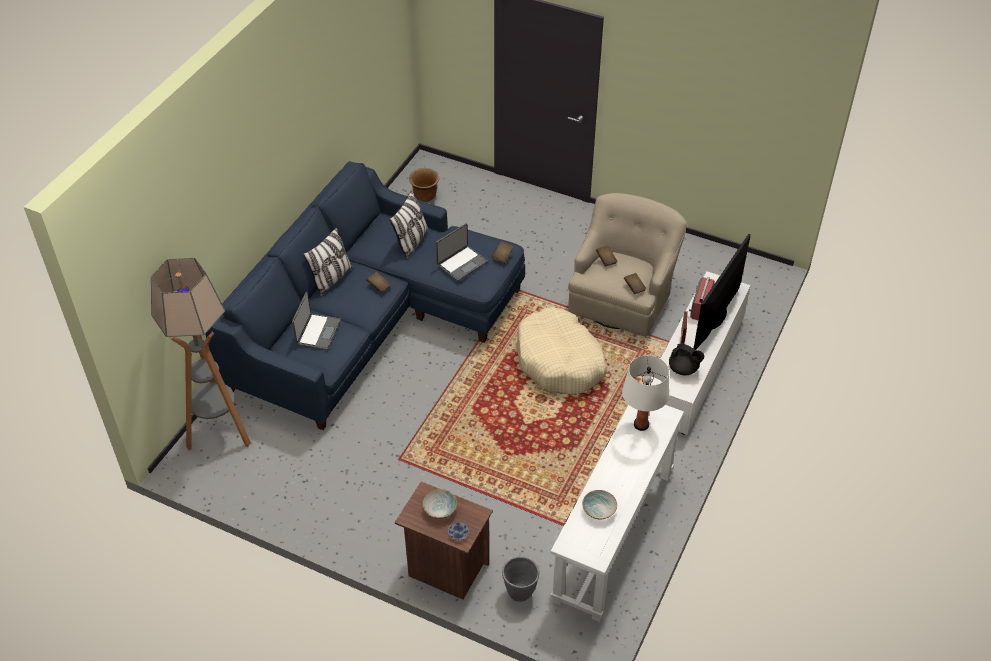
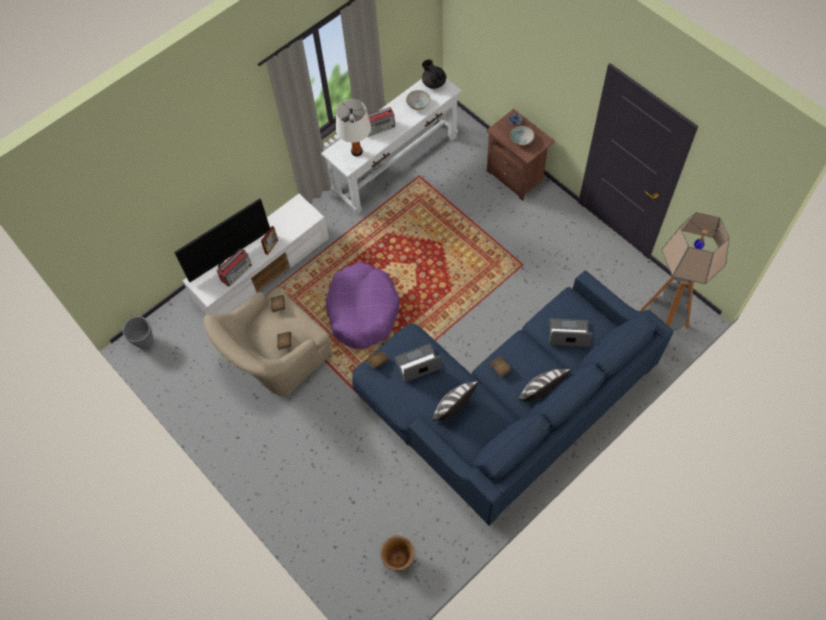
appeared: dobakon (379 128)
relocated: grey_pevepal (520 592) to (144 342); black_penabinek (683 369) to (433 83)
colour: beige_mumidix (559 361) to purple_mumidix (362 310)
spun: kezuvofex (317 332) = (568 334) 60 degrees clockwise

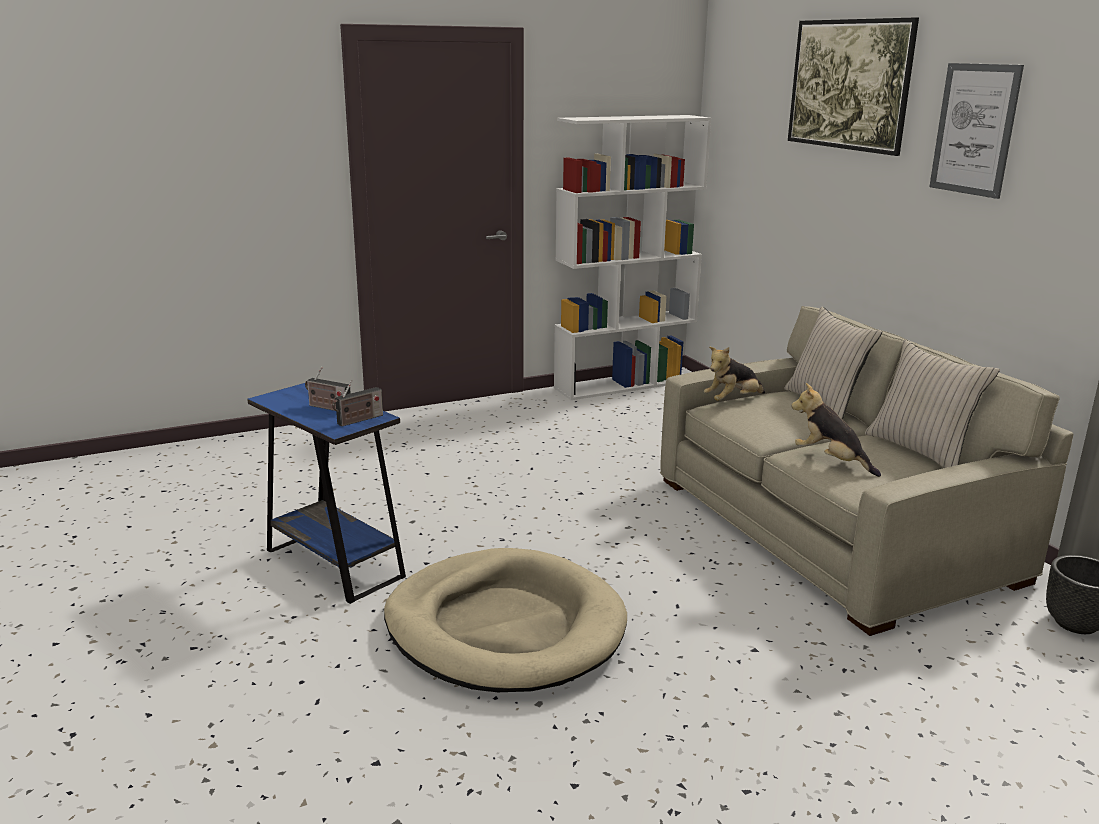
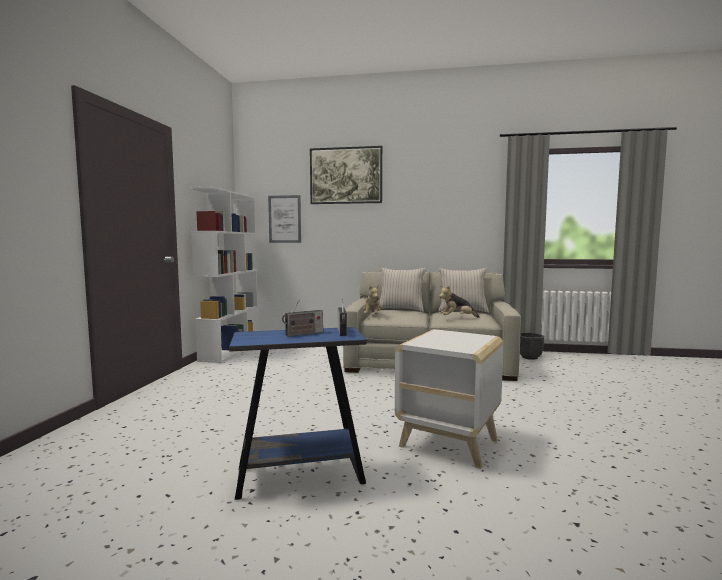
relocated: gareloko (974 129) to (284 219)
exchanged: beige_mumidix (504 627) to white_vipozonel (447 443)

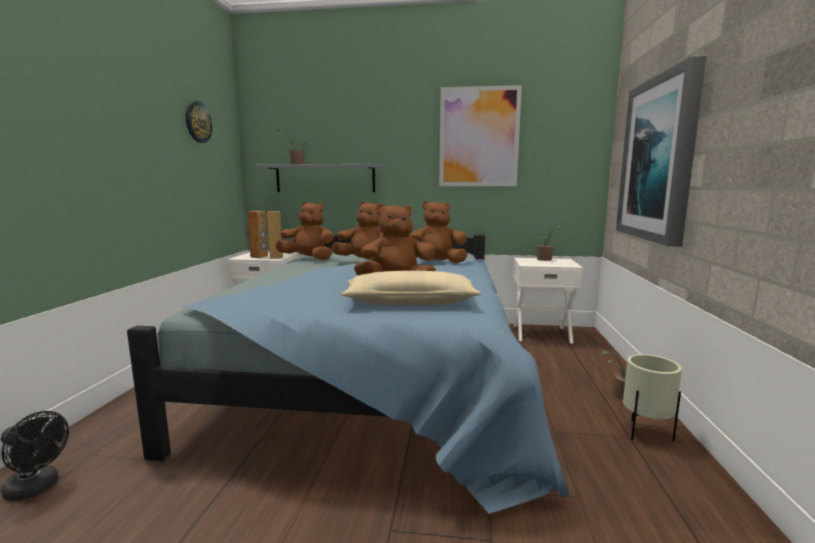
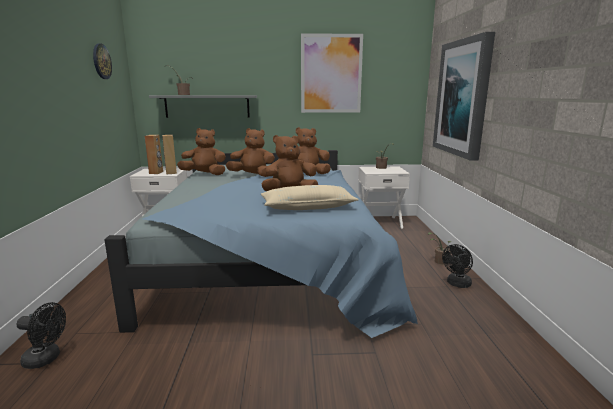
exchanged: beige_pevepal (645 434) to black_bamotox (457 284)

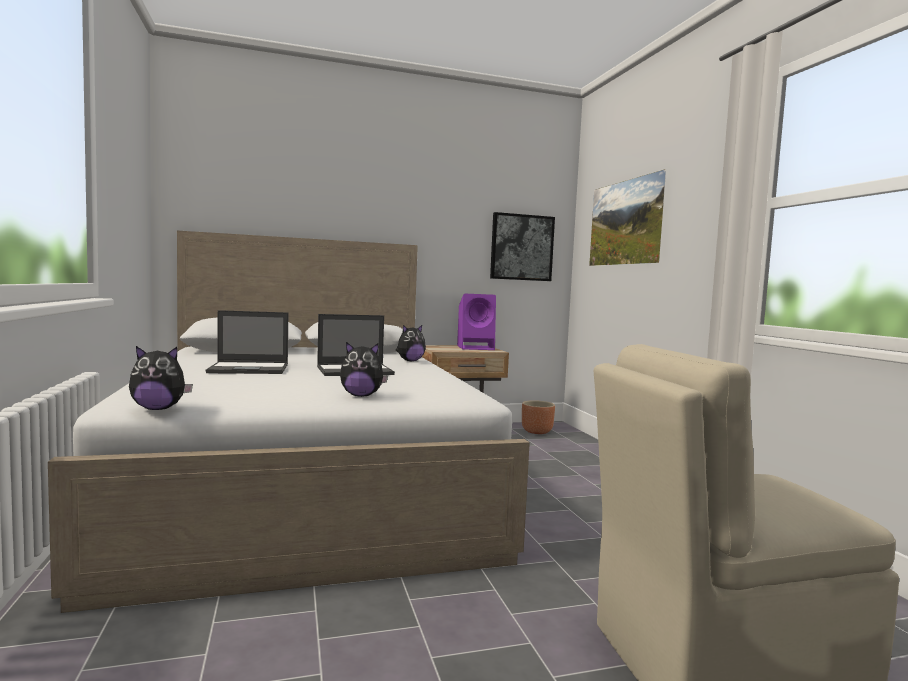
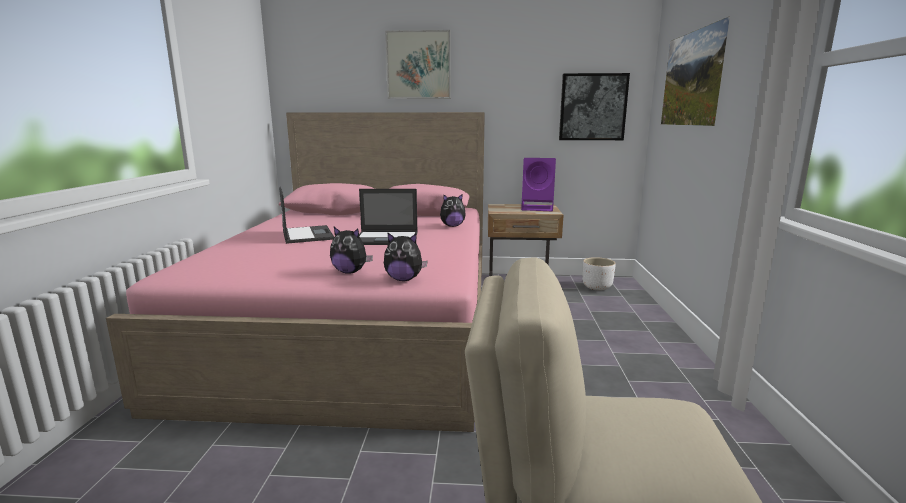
appeared: gareloko (418 65)
relocated: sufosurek (158 409) to (404 279)
colour: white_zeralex (306 481) to pink_zeralex (361 324); brown_pevepal (537 432) to white_pevepal (597 287)
spun: kezuvofex (250 369) = (307 235) 120 degrees counterclockwise

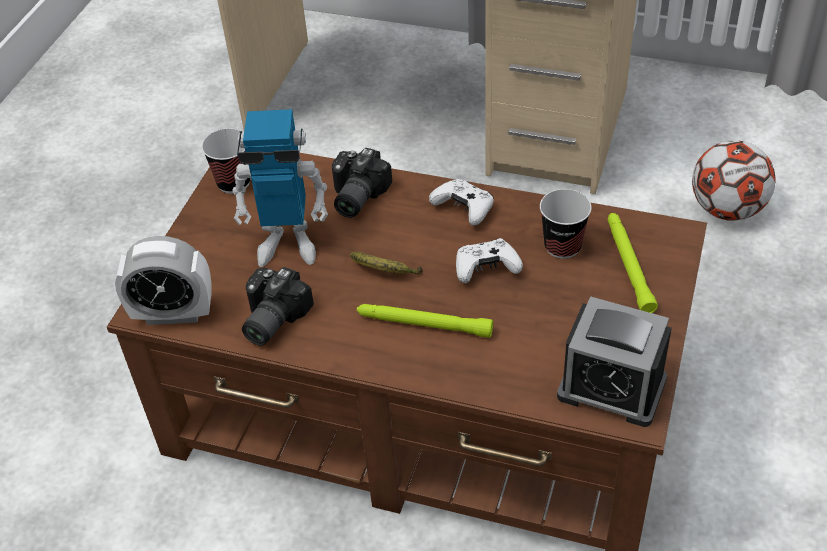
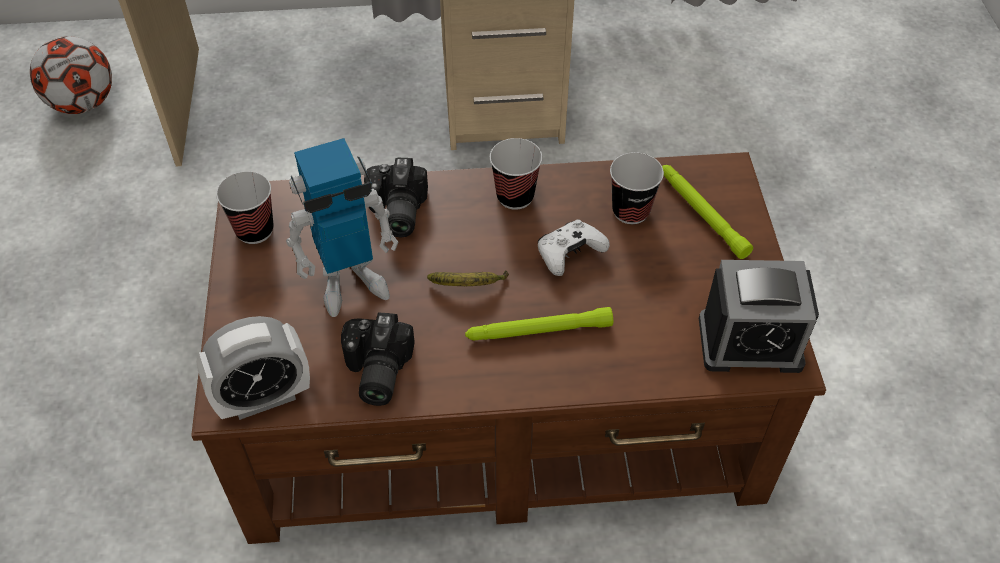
relocated: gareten (727 209) to (83 104)
exchanged: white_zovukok (464 208) to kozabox (515 196)

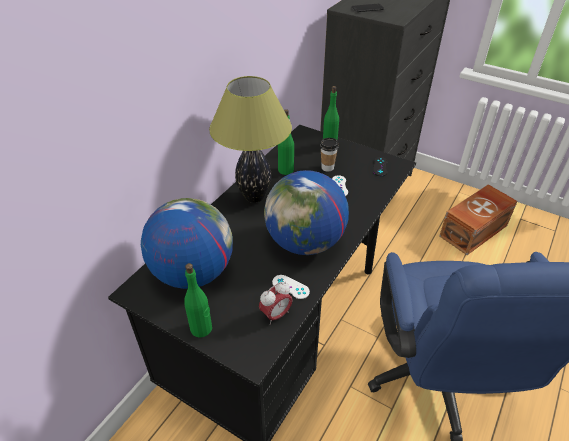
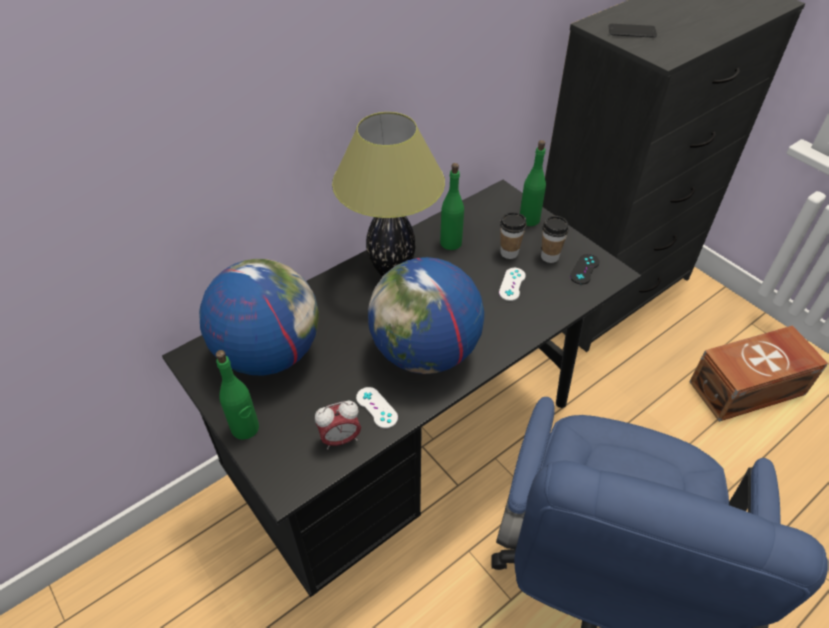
appeared: kozabox (549 256)

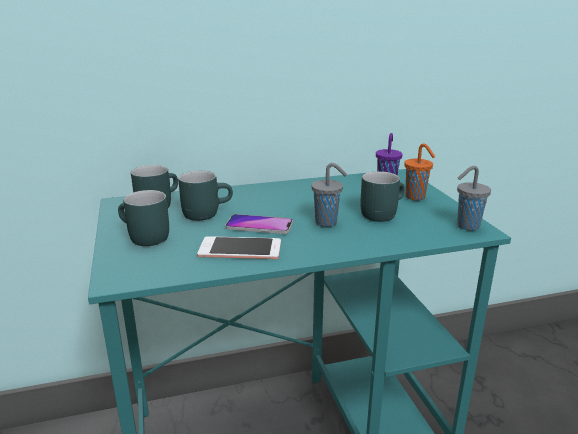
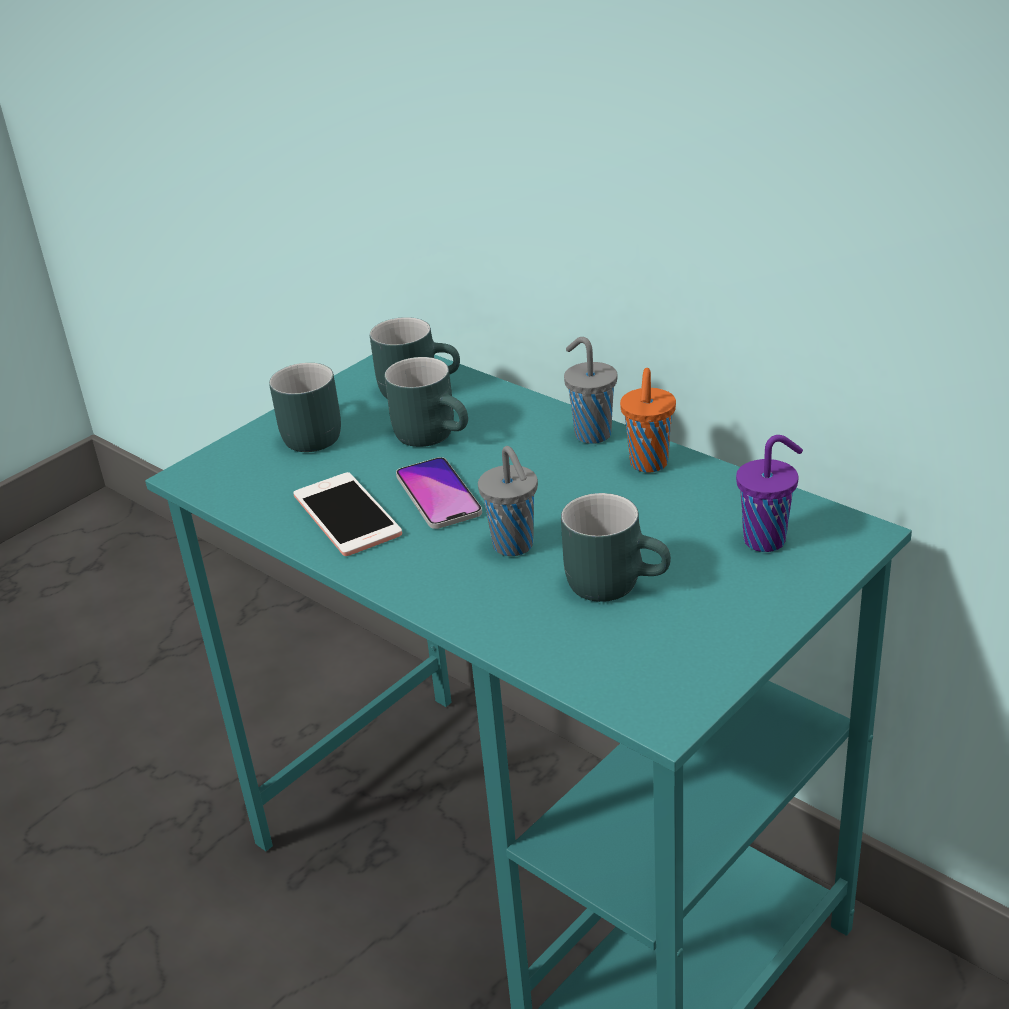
relocated: orange_kozabox (416 197) to (648 464); grey_kozabox (466 226) to (591 434)

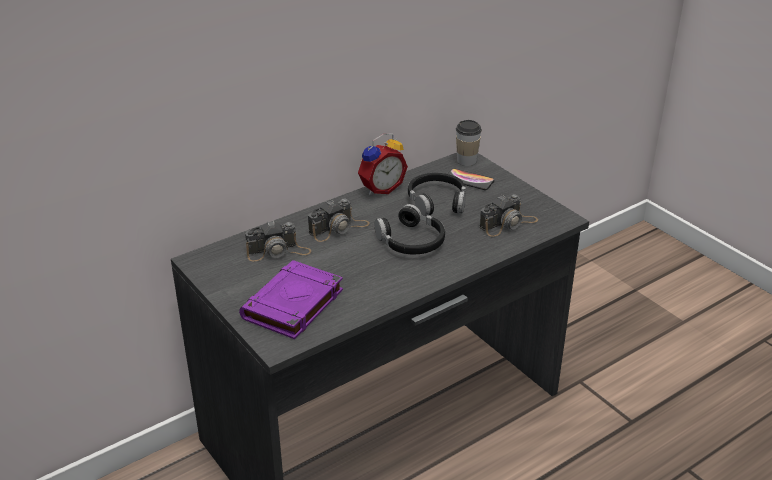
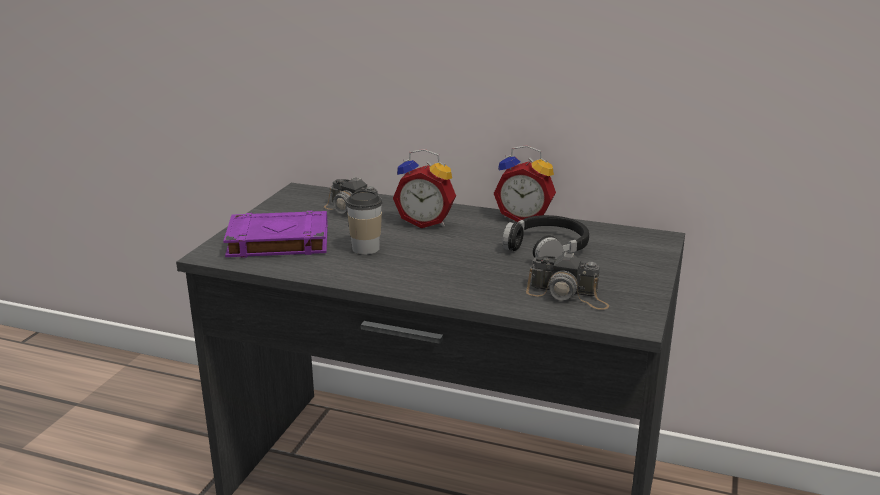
missing: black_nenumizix (411 241); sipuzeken (469 180)
relocated: kozabox (466 161) to (365 249)
exchanged: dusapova (339 228) to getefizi (426 222)

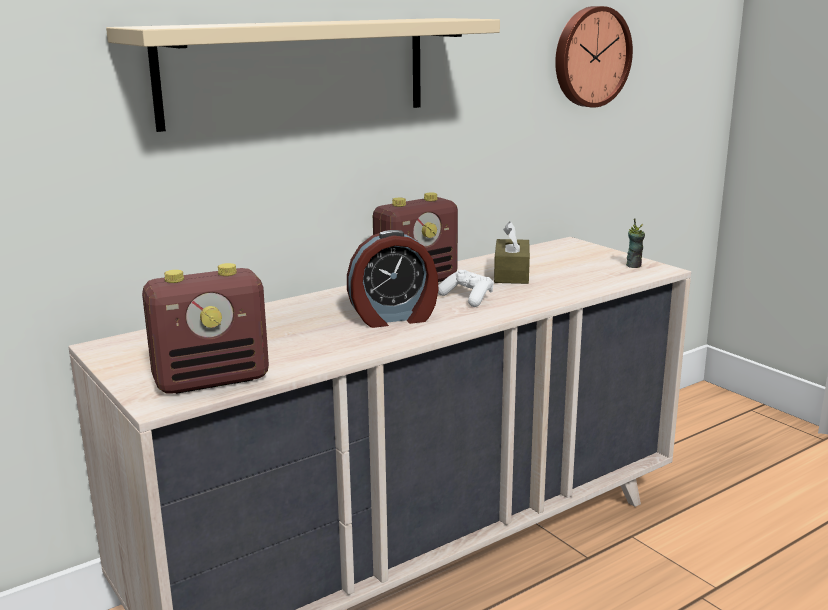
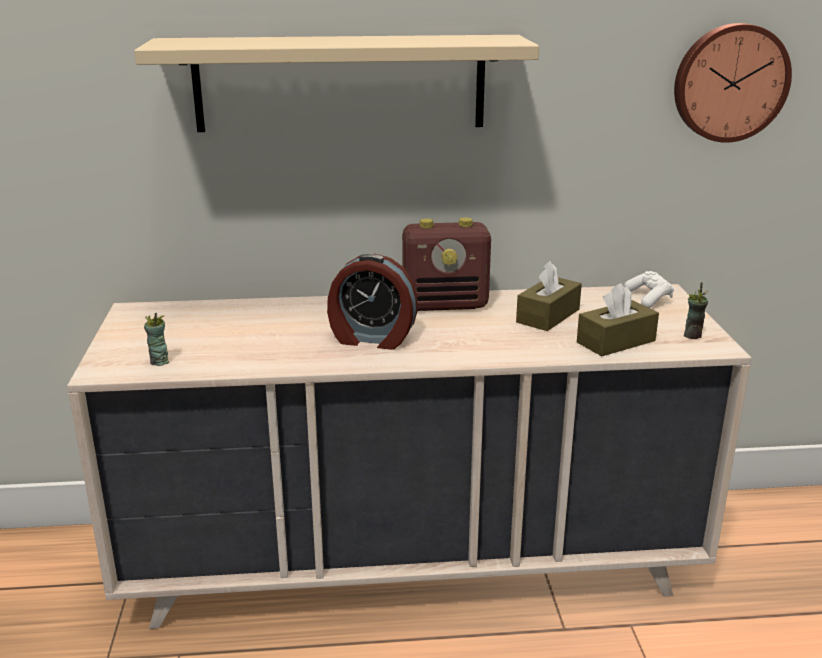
appeared: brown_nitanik (616 341)
relocated: white_zovukok (467 298) to (648 298)
exchanged: dobakon (213 380) to kozabox (159 362)

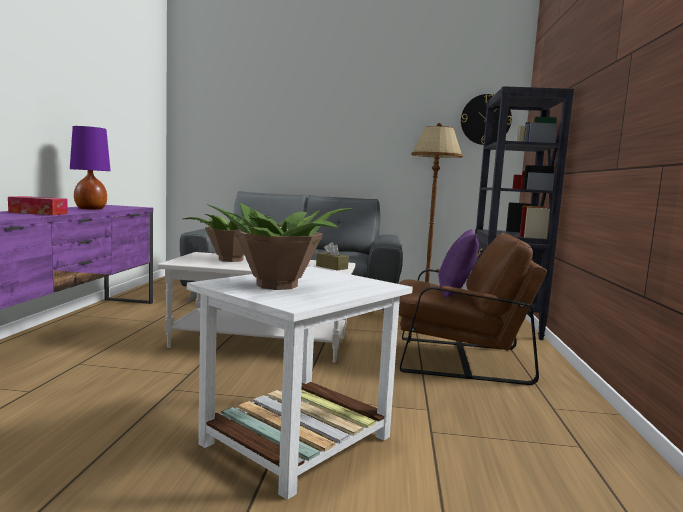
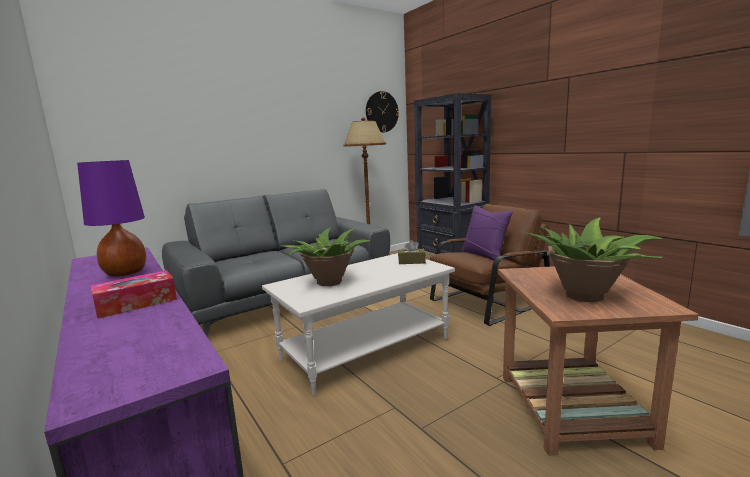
colour: white_vipozonel (295 441) to brown_vipozonel (572 409)

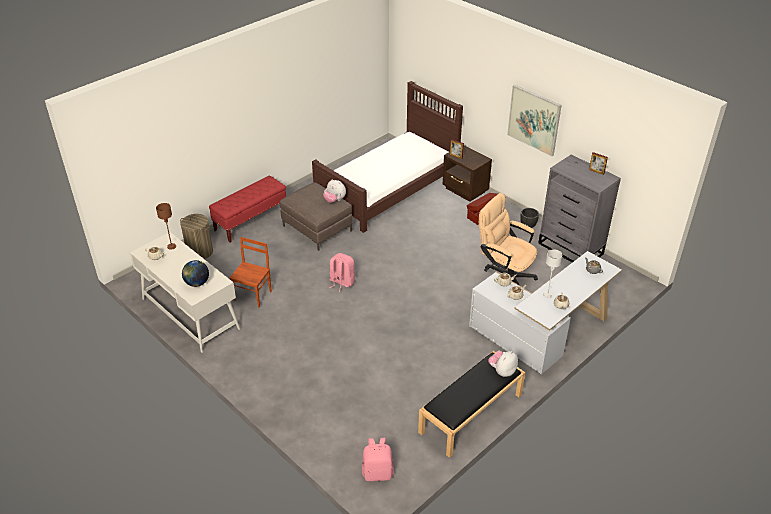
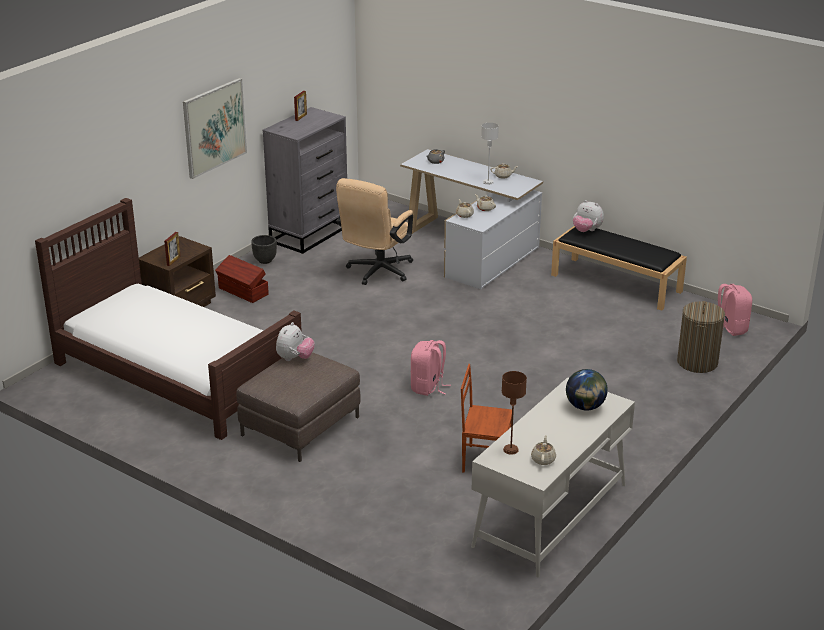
missing: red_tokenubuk (251 221)
relocated: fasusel (200 252) to (697 362)

